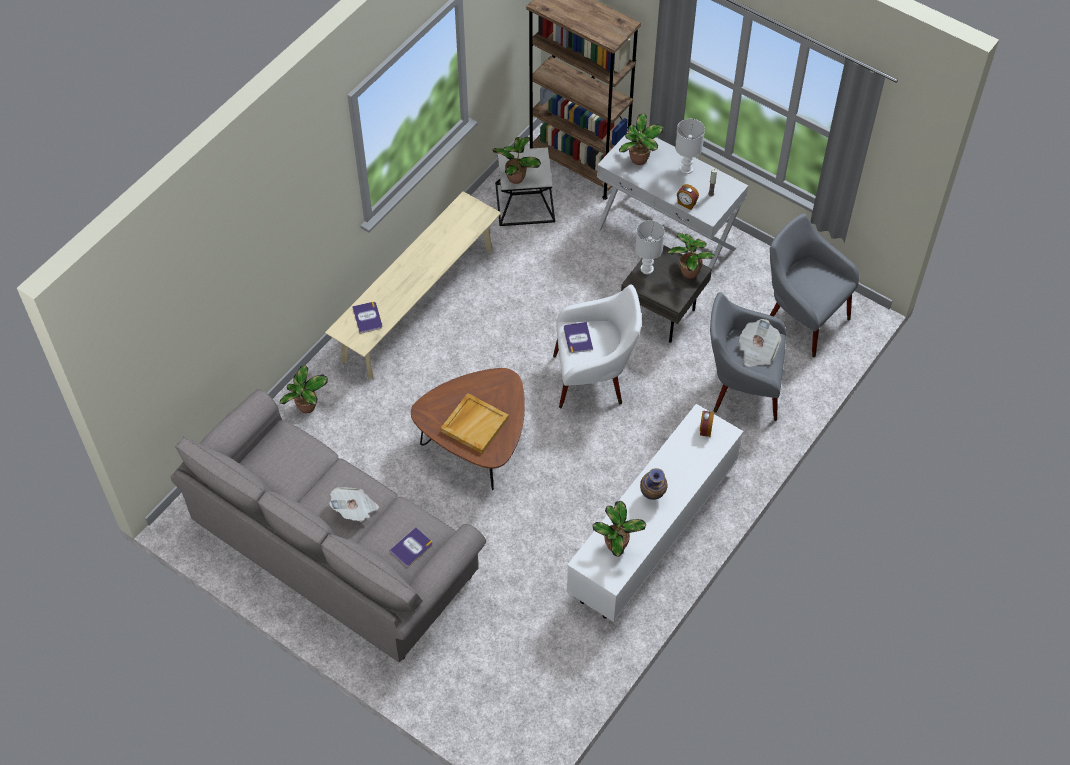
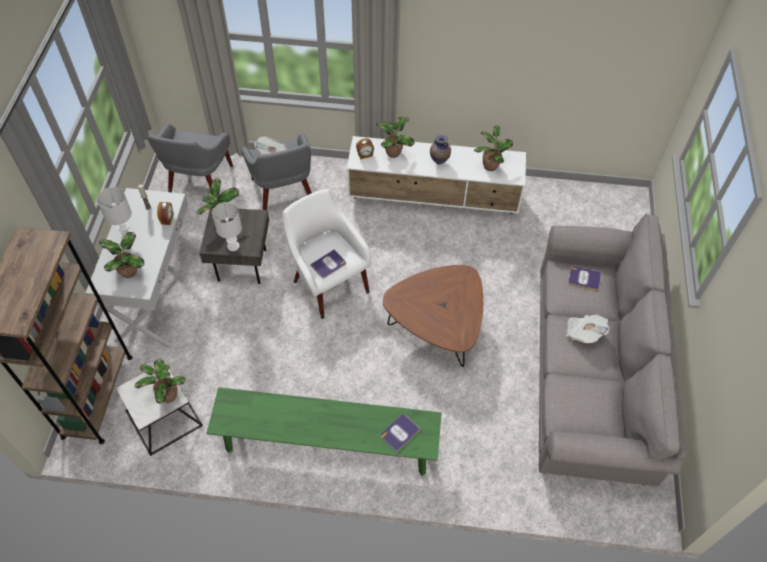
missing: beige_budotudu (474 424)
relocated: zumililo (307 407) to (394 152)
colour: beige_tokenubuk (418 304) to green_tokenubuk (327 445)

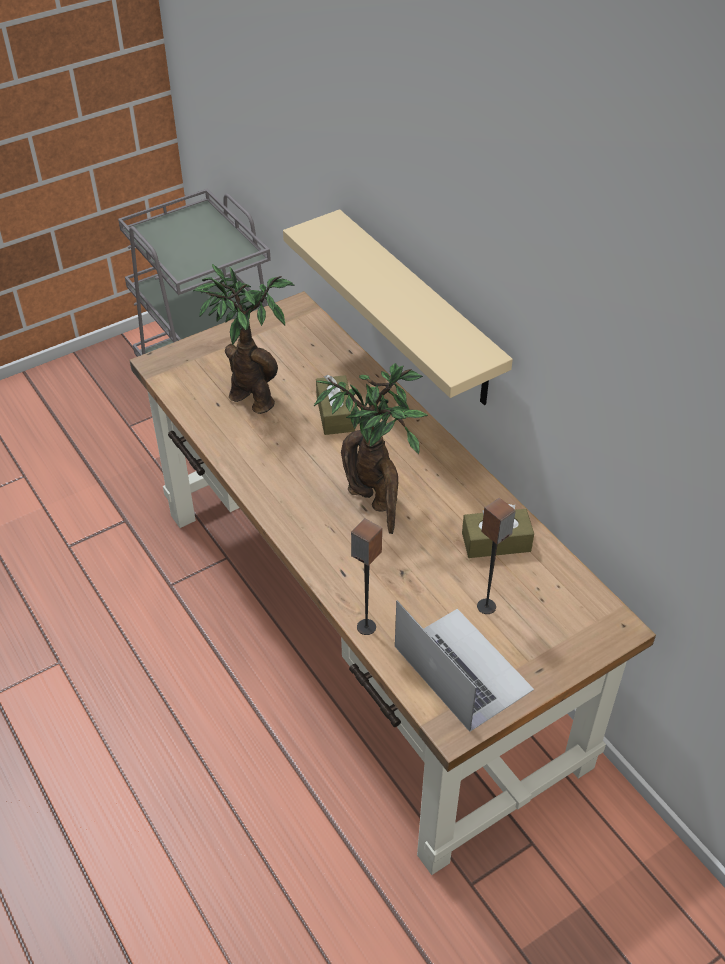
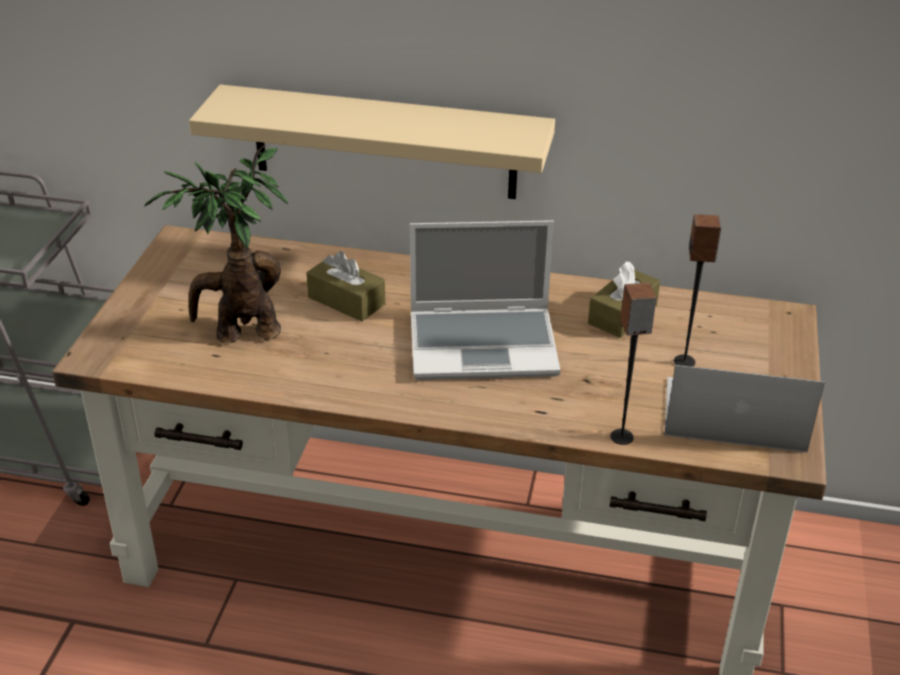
exchanged: zumililo (374 502) to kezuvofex (484 345)

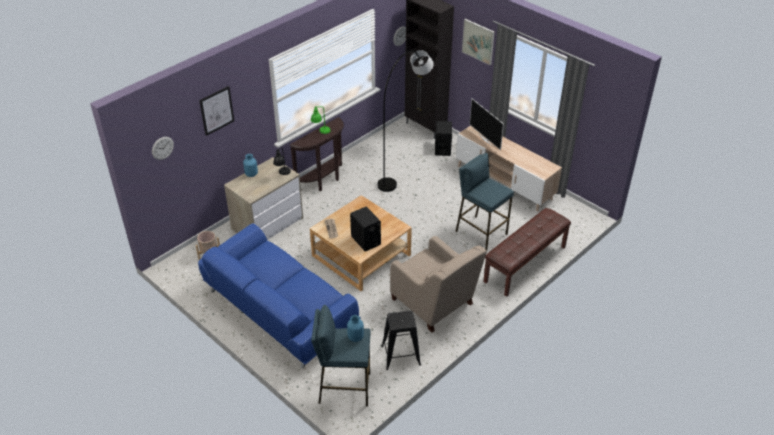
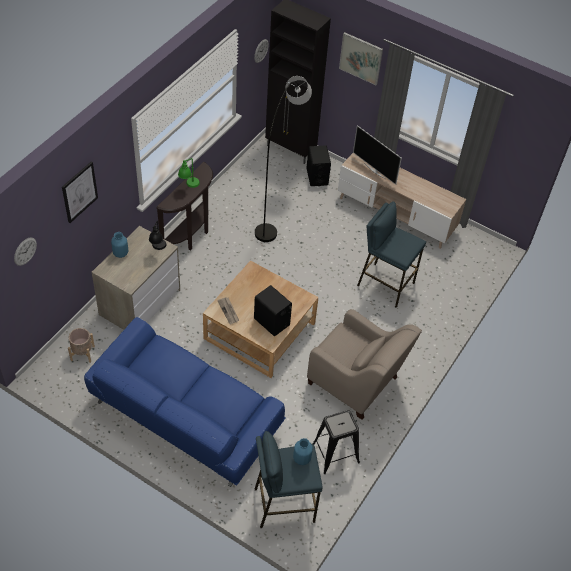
missing: brown_tokenubuk (525 264)

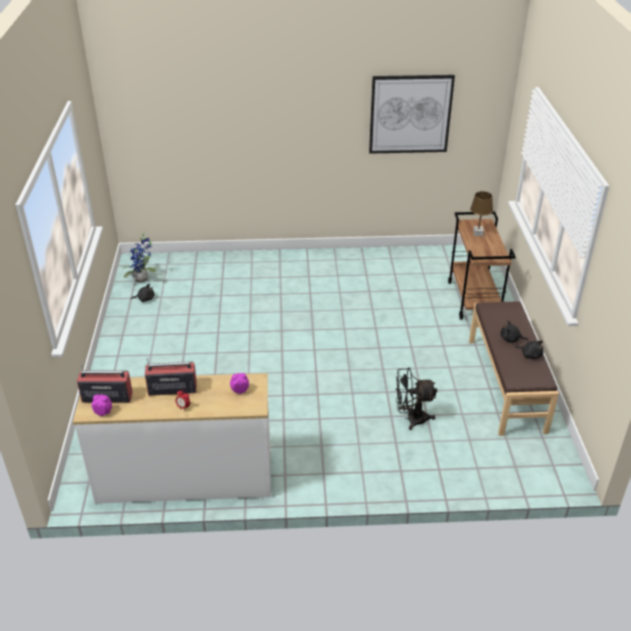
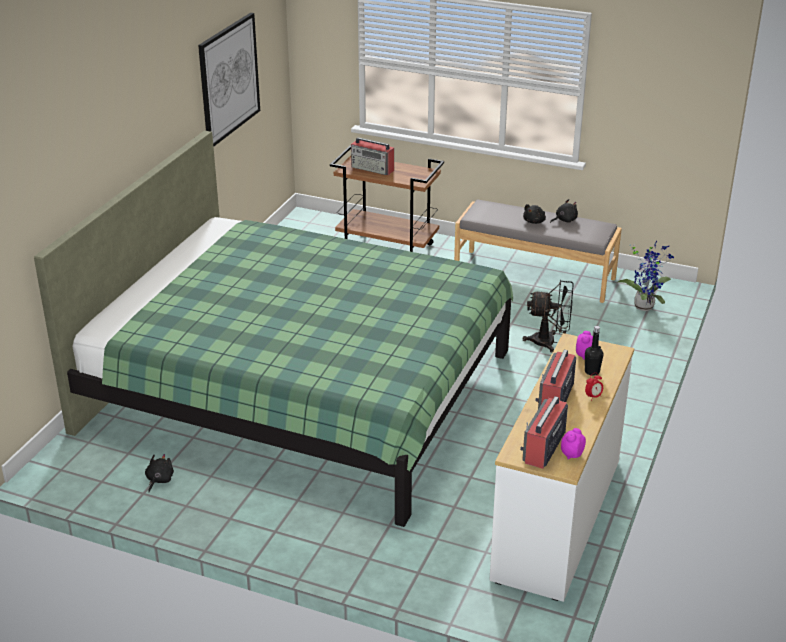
appeared: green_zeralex (299 391); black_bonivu (592 371)
relocated: zumililo (143 279) to (645 305)
exchanged: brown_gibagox (478 233) to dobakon (373 169)
colour: brown_tokenubuk (506 384) to grey_tokenubuk (534 275)
spun: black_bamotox (411 418) = (550 342) 105 degrees counterclockwise

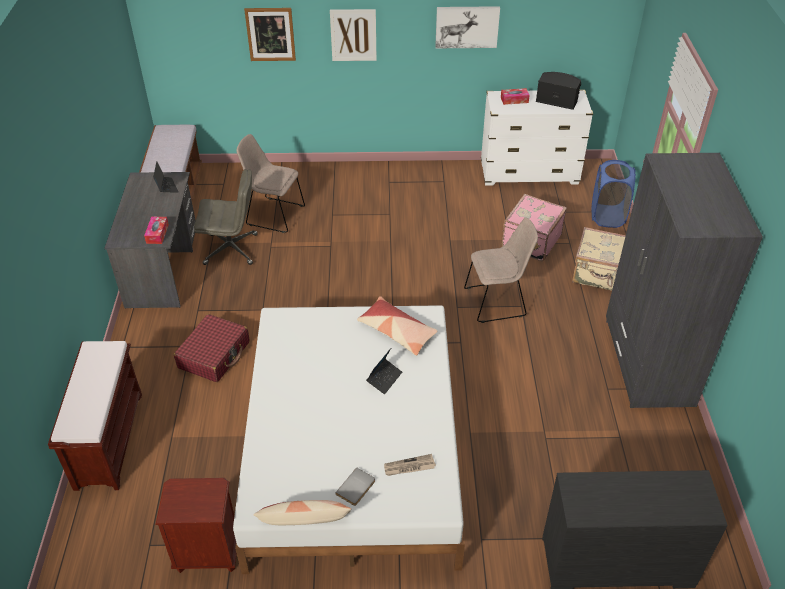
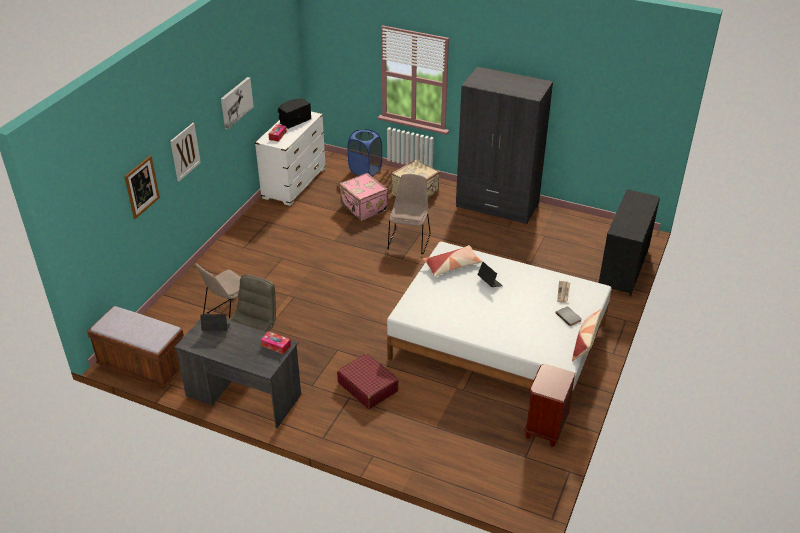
missing: brown_tokenubuk (109 439)

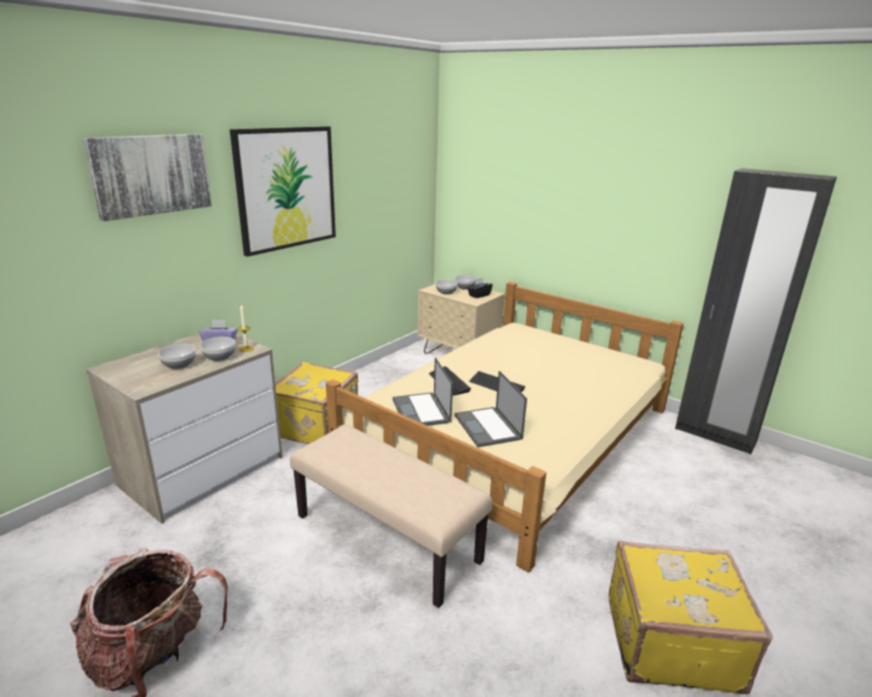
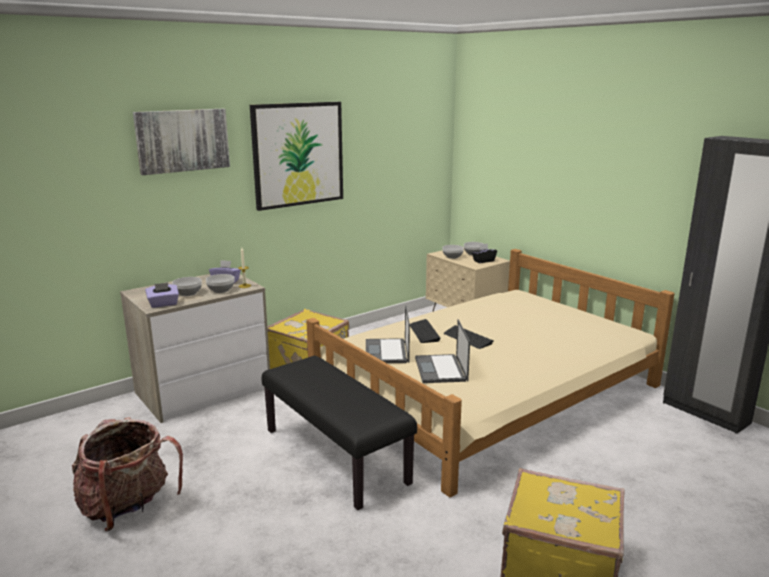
appeared: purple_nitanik (163 304)
colour: beige_tokenubuk (388 538) to black_tokenubuk (336 456)

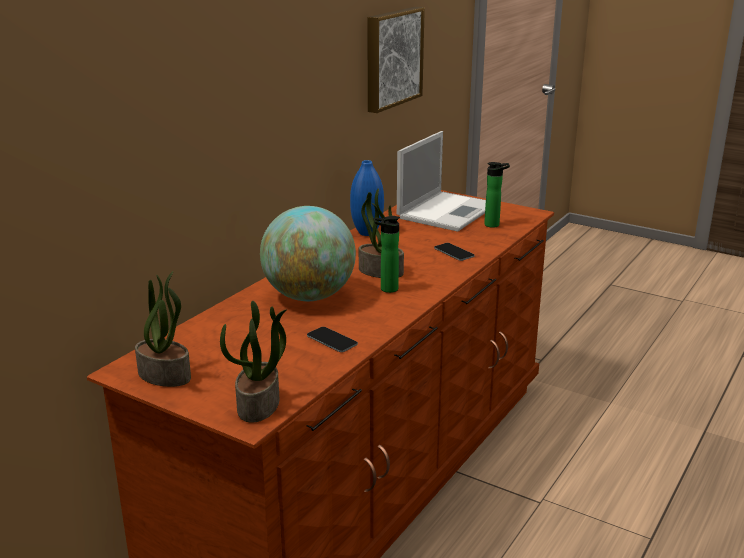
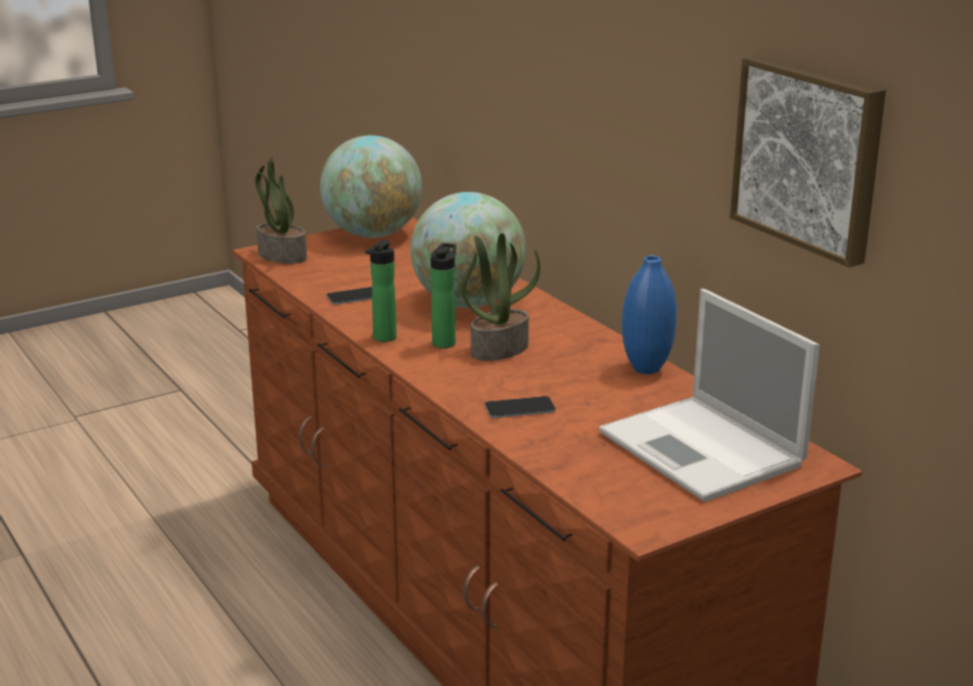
relocated: bonivu (494 225) to (383 339)
exchanged: zumililo (165 375) to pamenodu (372 234)

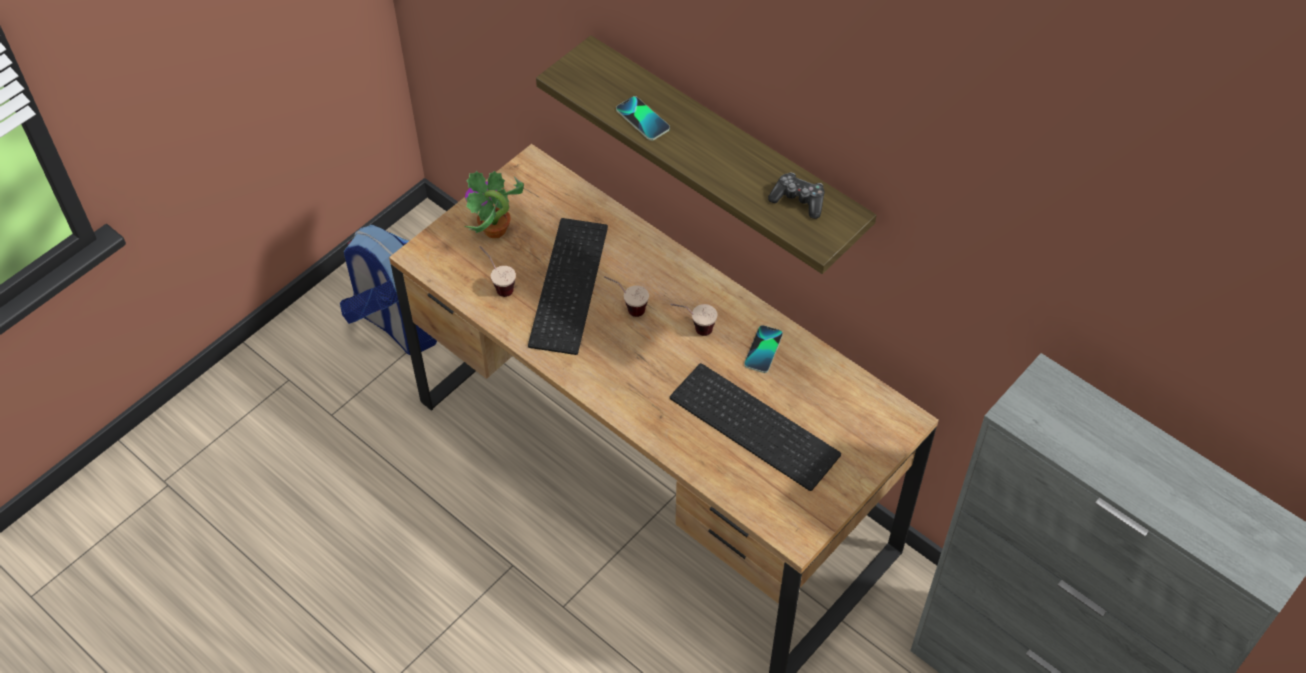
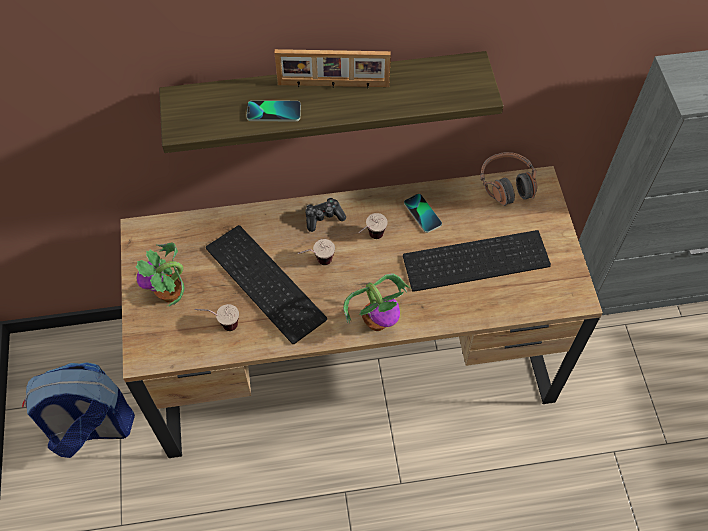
appeared: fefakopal (333 85); zumililo (377 321); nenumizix (507 184)
relocated: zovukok (798 200) to (323 217)

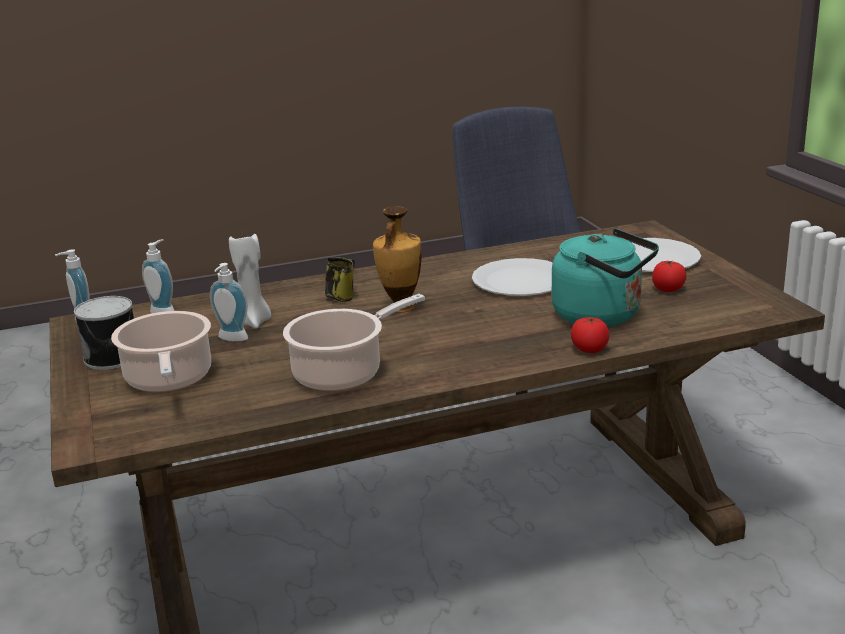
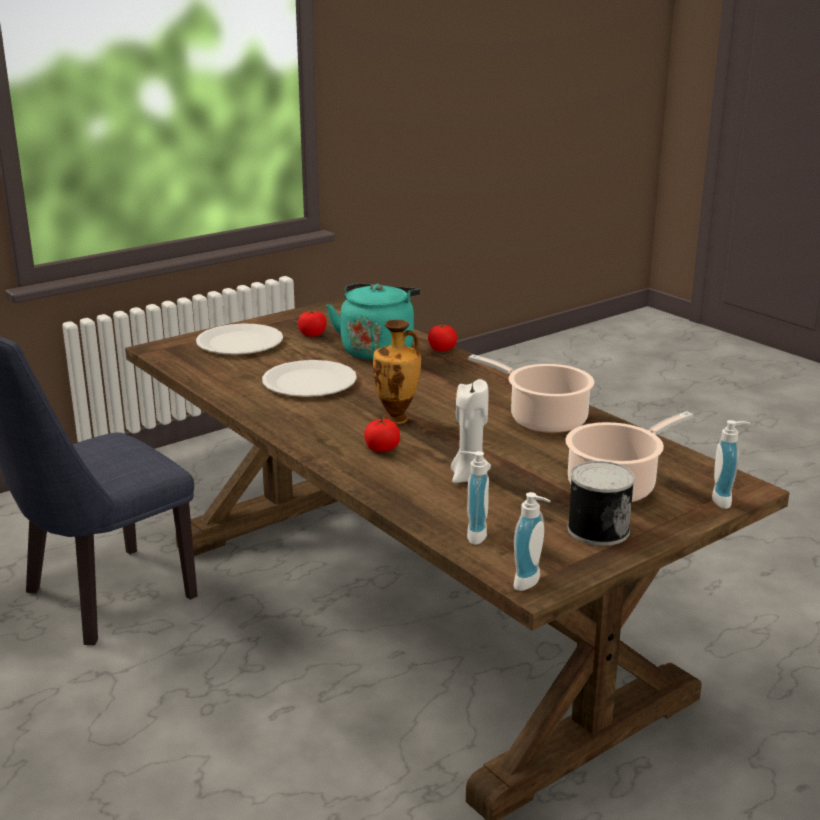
relocated: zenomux (231 339) to (725 500)
exchanged: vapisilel (342 297) to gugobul (382 449)

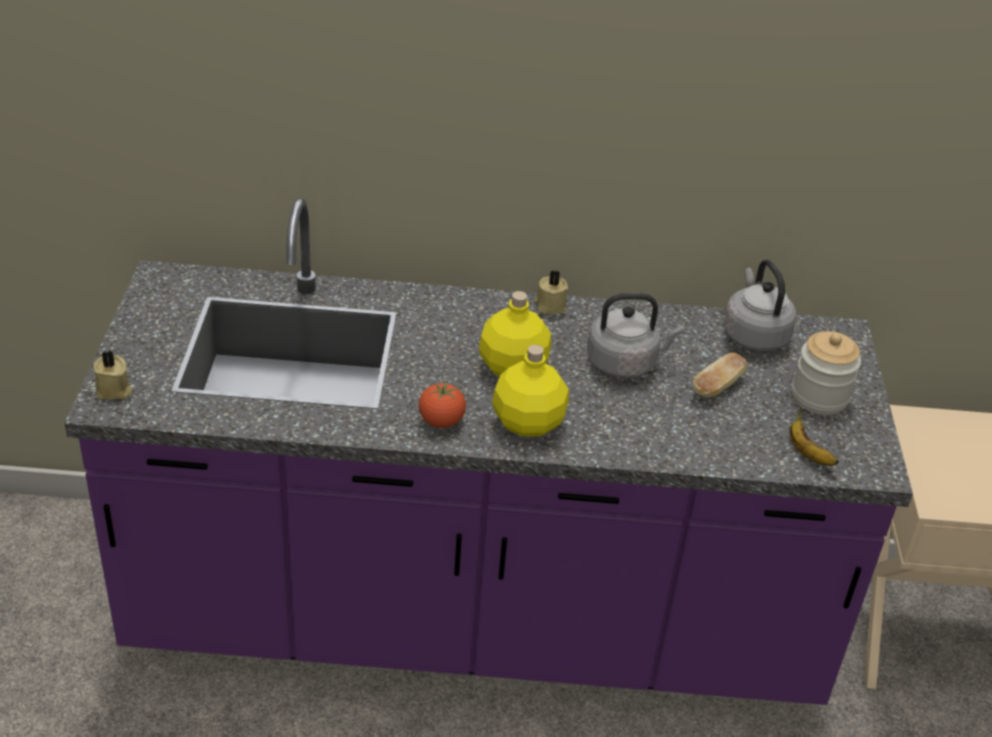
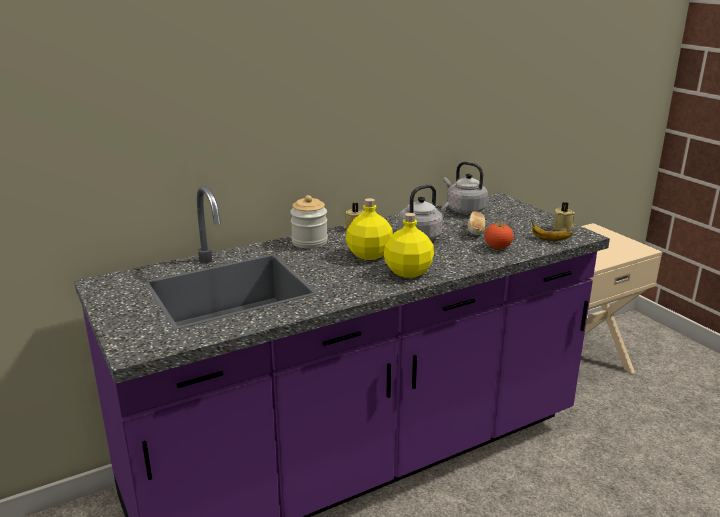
relocated: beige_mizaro (114 390) to (563 228); gugobul (441 421) to (497 248); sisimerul (819 397) to (309 242)

